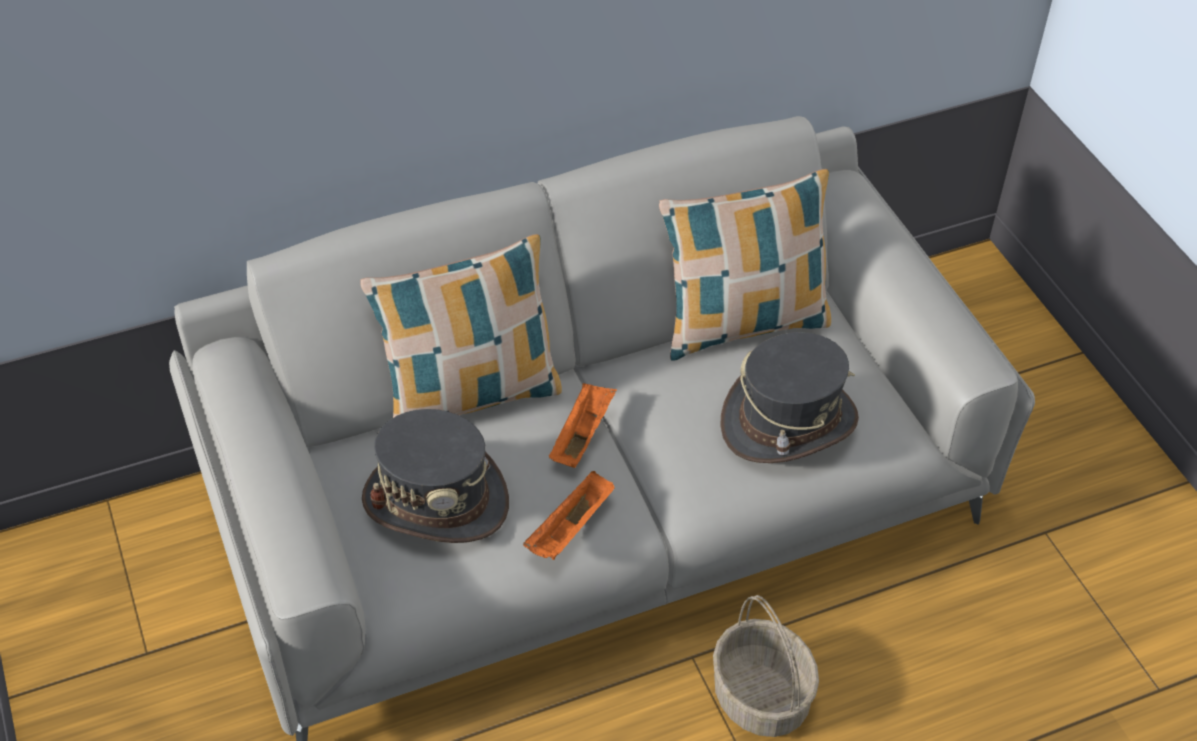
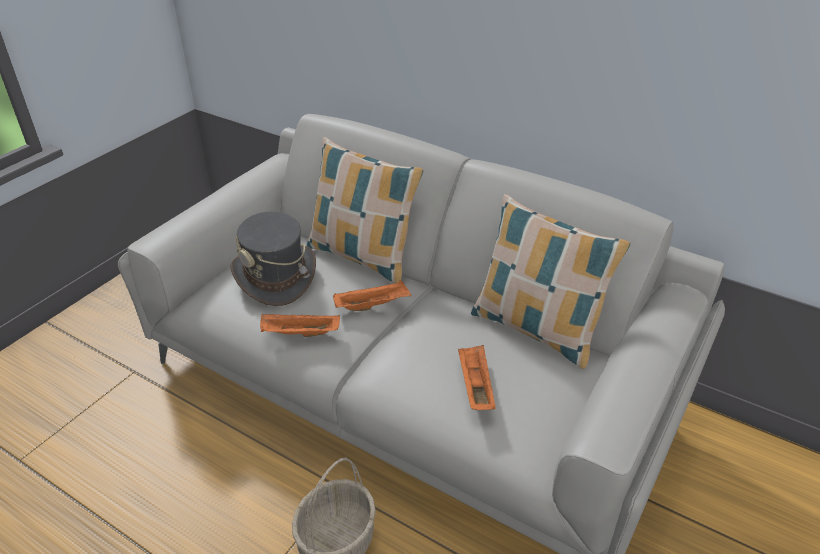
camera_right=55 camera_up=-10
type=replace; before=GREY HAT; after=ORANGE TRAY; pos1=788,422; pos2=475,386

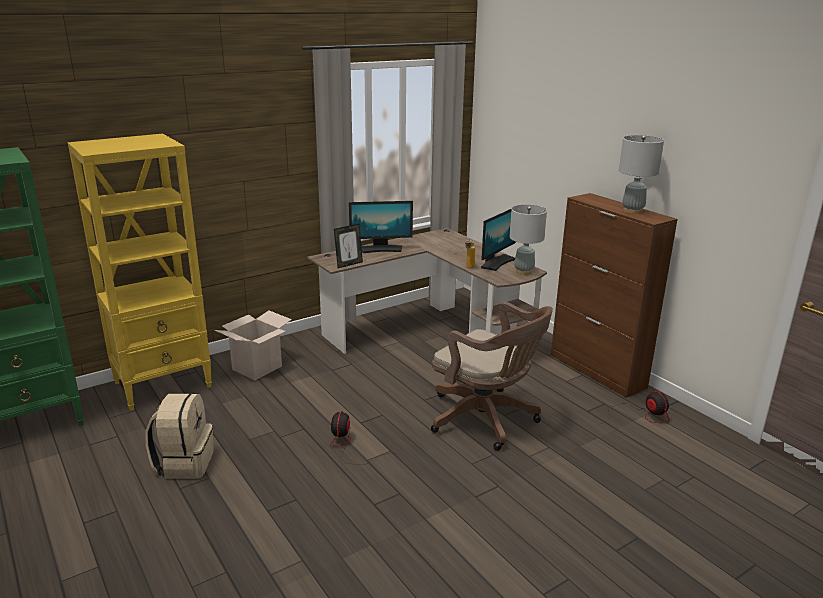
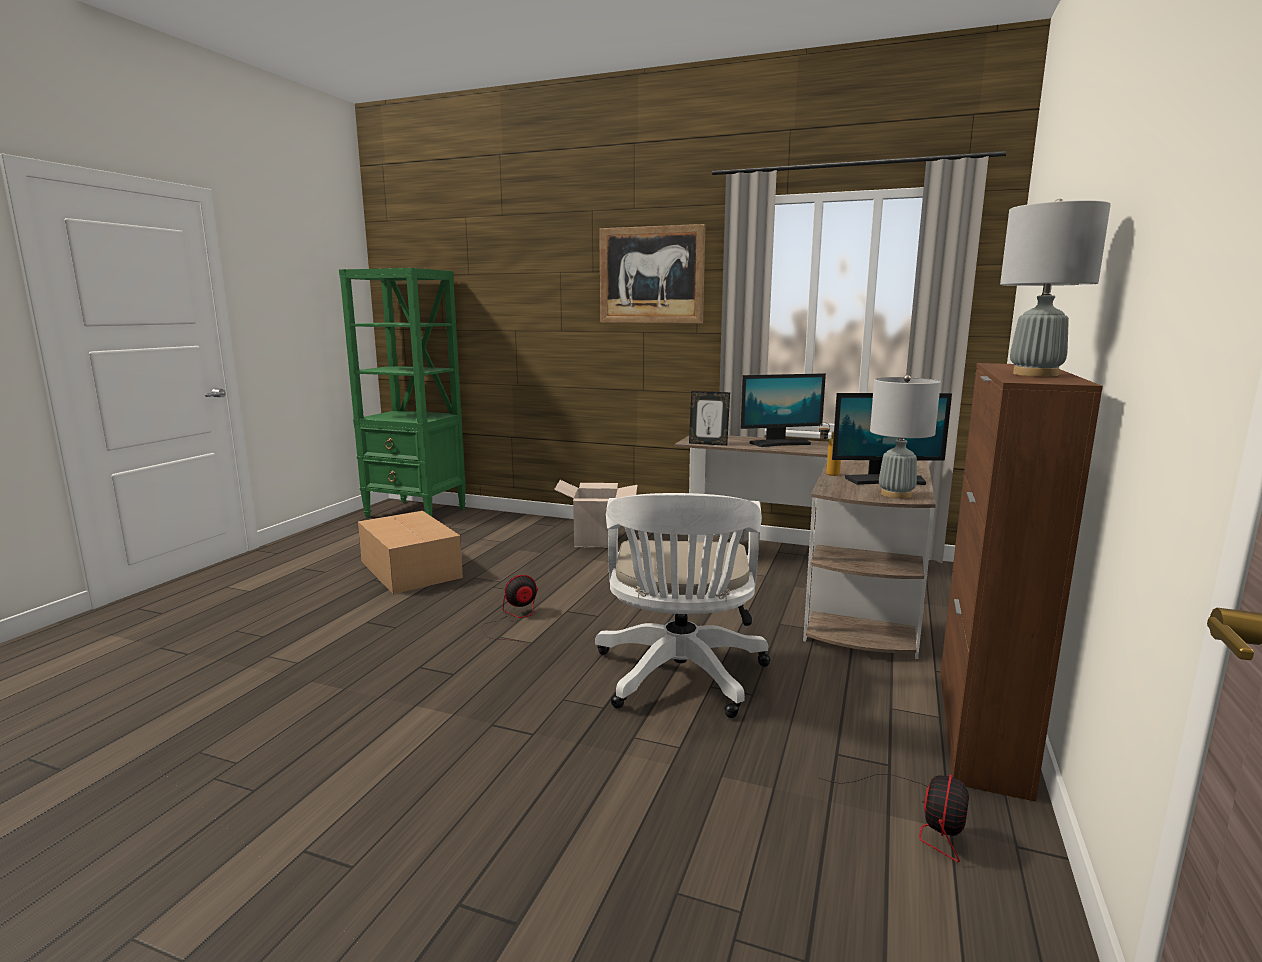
camera_right=55 camera_up=-10
type=delete; before=YELLOW BOOKCASE; pos1=164,384
type=insert; after=PICTURE; pos2=651,275
type=replace; before=BEIGE BACKPACK; after=CARDBOARD BOX; pos1=184,463; pos2=410,569
type=recolor; before=BROWN OFFICE CHAIR; after=WHITE OFFICE CHAIR; pos1=487,420; pos2=680,678
type=rotate; before=MONITOR; pos1=381,249; pos2=780,443; turn=-60

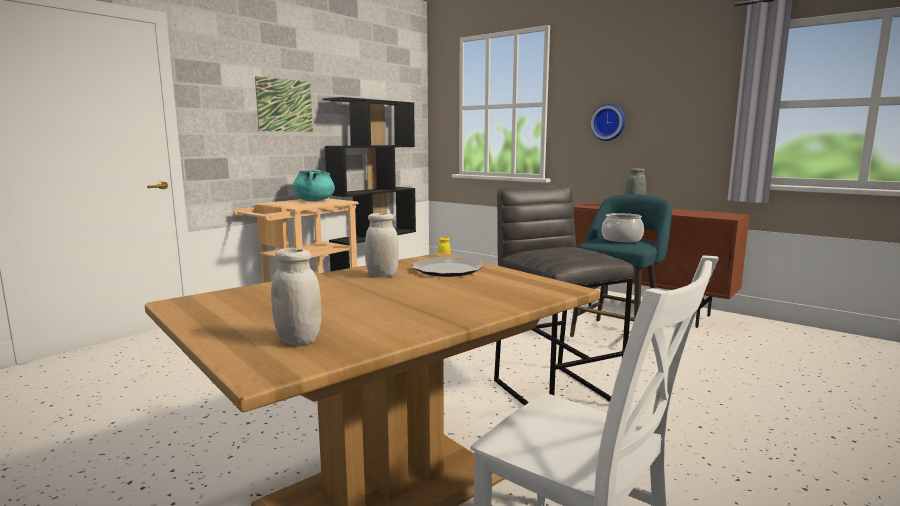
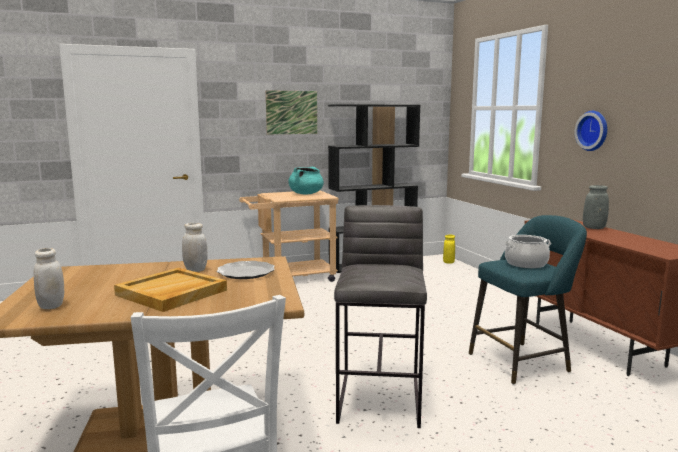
camera_right=30 camera_up=0
type=insert; after=BEIGE TRAY; pos2=171,293

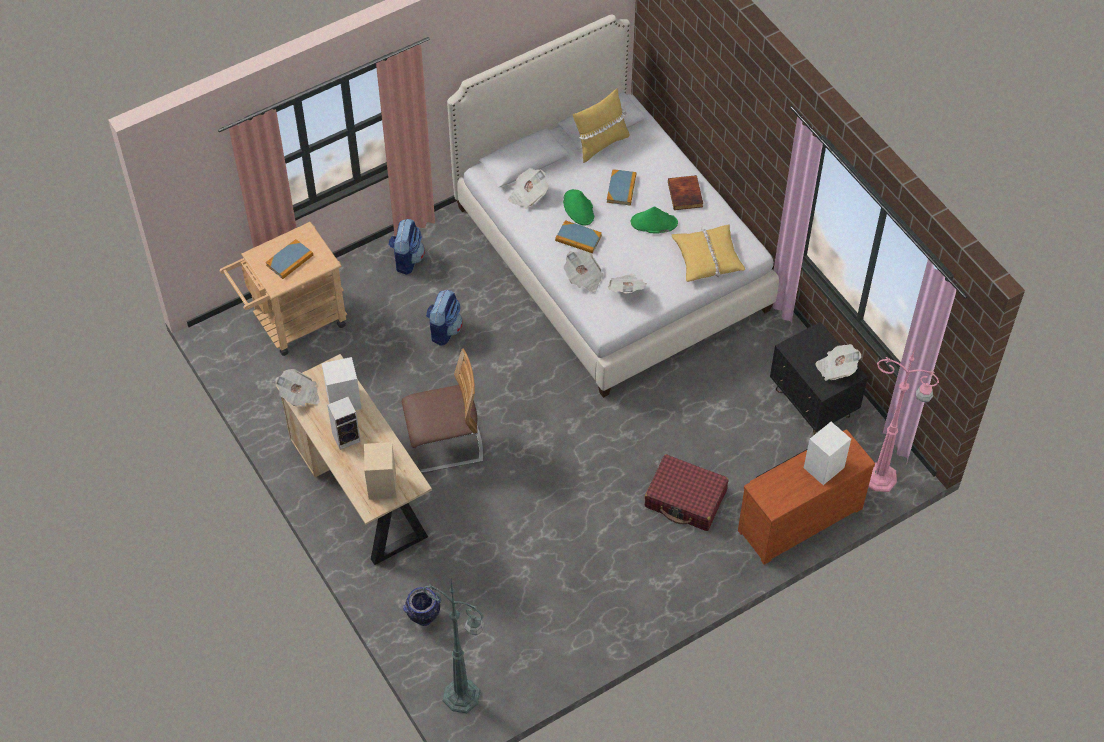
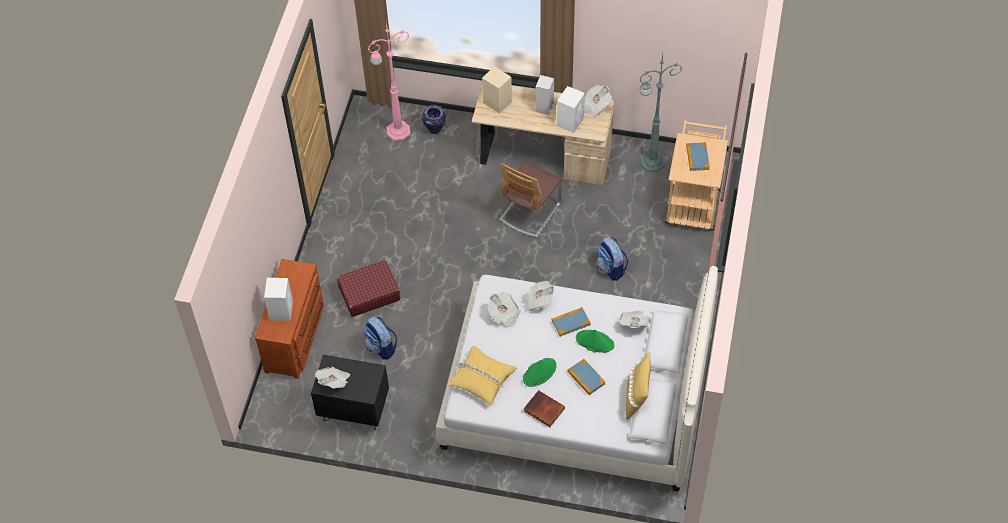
camera_right=135 camera_up=0
type=move; before=BACKPACK; pos1=407,259; pos2=381,347
type=move; before=GREEN FLOOR LAMP; pos1=463,697; pos2=651,162
type=move; before=PINK FLOOR LAMP; pos1=881,478; pos2=397,131

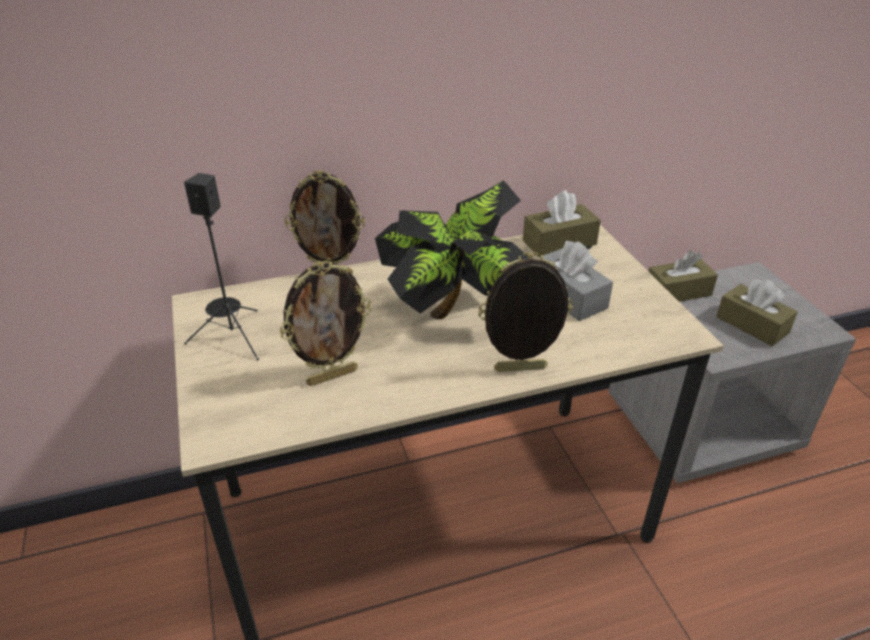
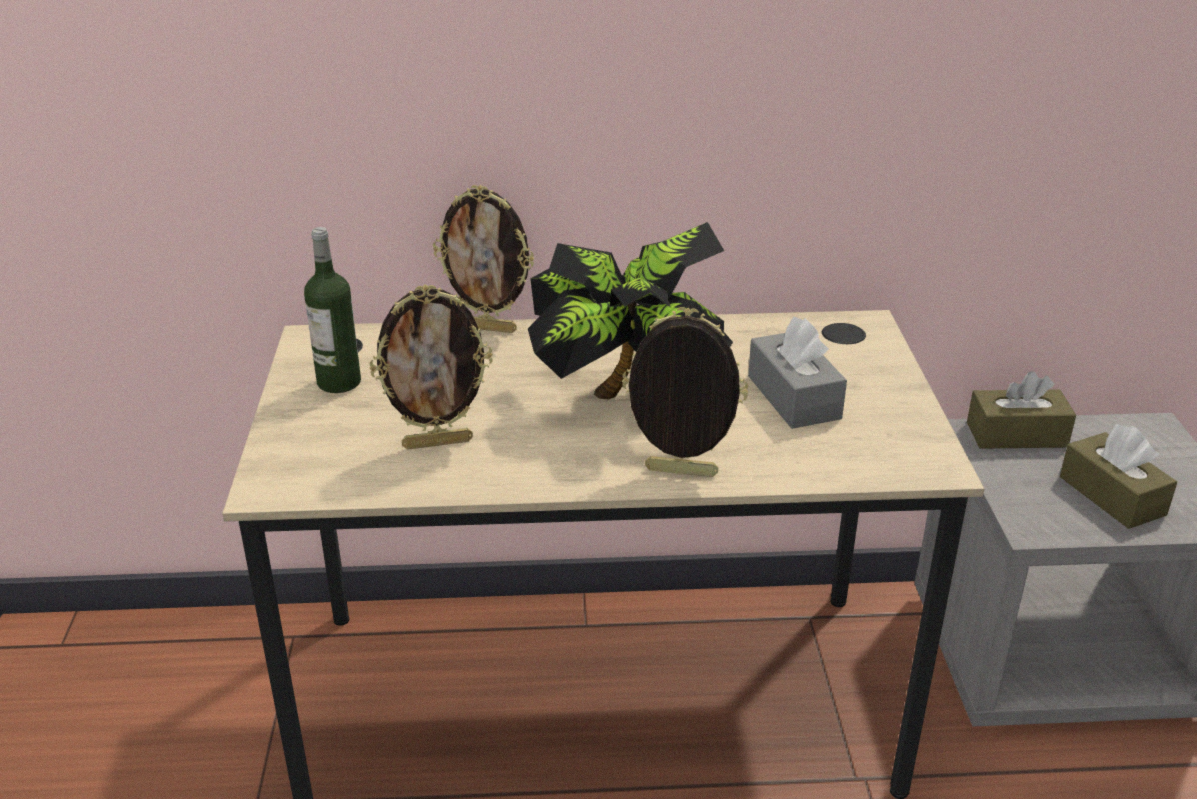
camera_right=15 camera_up=-5
type=delete; before=BROWN TISSUE BOX; pos1=559,243
type=replace; before=BLACK SPEAKER; after=BOTTLE; pos1=234,337; pos2=339,382

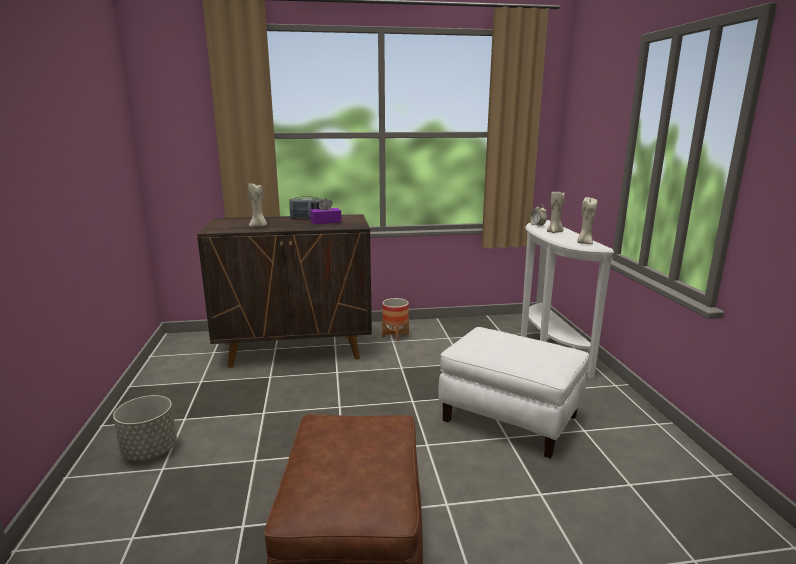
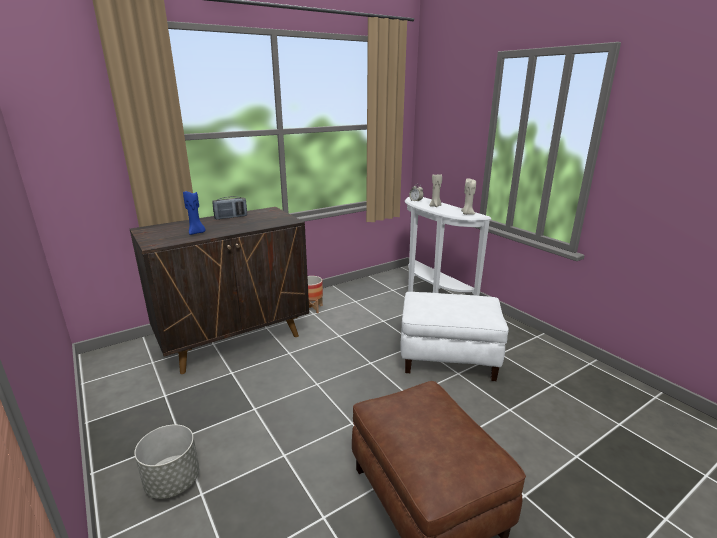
camera_right=-25 camera_up=5
type=delete; before=PURPLE TISSUE BOX; pos1=326,222
type=recolor; before=BEIGE CANDLE; after=BLUE CANDLE; pos1=259,226; pos2=196,233

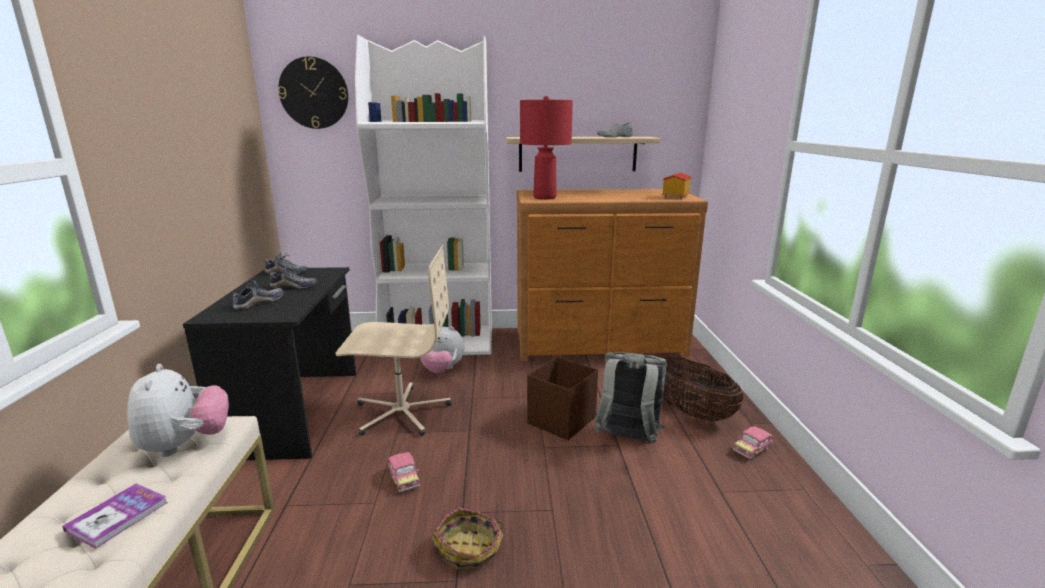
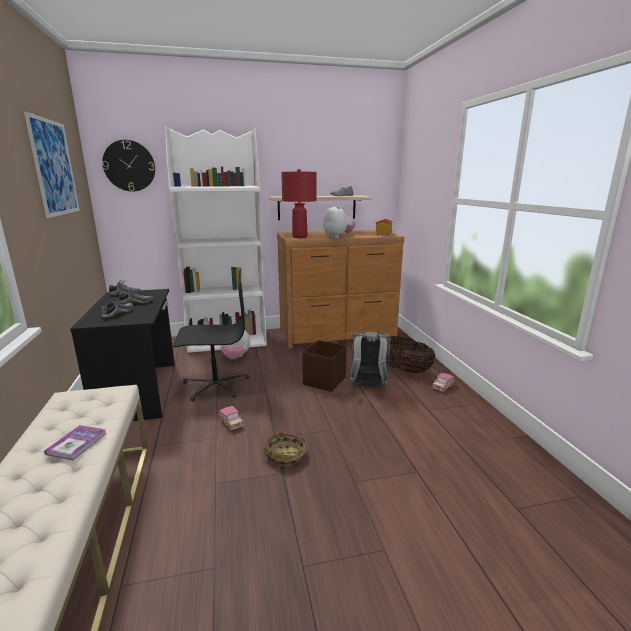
camera_right=-10 camera_up=0
type=insert; after=PICTURE; pos2=54,168
type=move; before=PLUSH TOY; pos1=185,445; pos2=338,237
type=recolor; before=BEIGE OFFICE CHAIR; after=BLACK OFFICE CHAIR; pos1=401,412; pos2=215,385

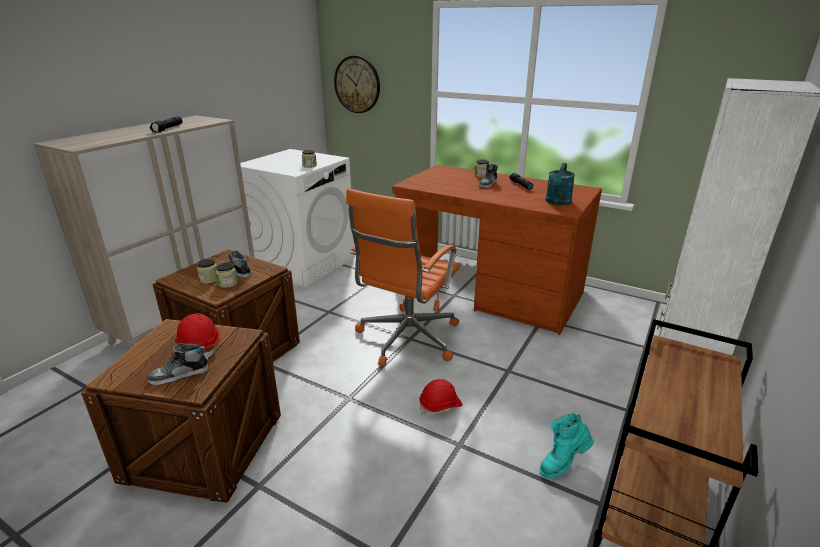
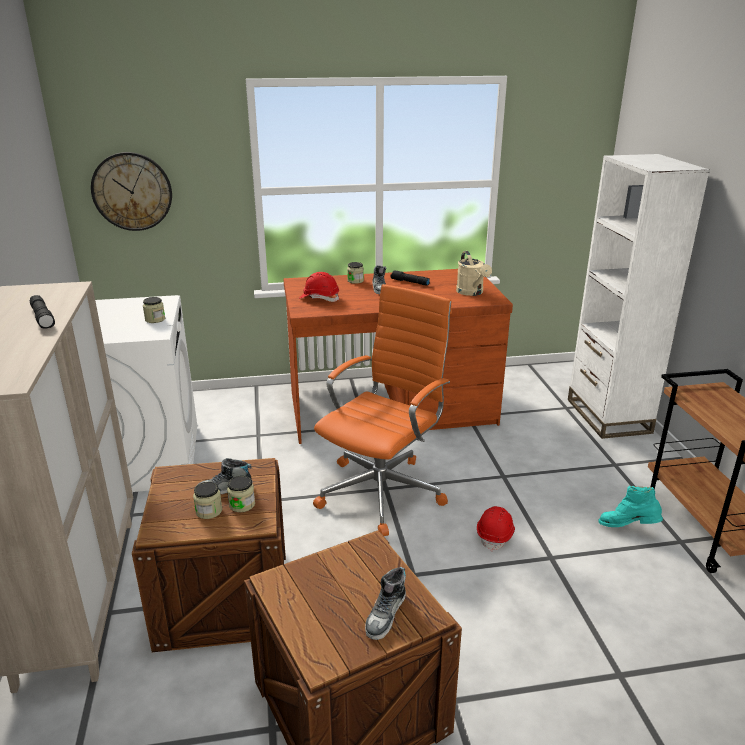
camera_right=-40 camera_up=0
type=move; before=RED HARD HAT; pos1=200,346; pos2=319,298
type=recolor; before=TURQUOISE WATERING CAN; after=BEIGE WATERING CAN; pos1=557,202; pos2=472,293
type=rotate; before=ORANGE OFFICE CHAIR; pos1=406,339; pos2=383,490; turn=-135
type=rotate; before=TURQUOISE BOOT; pos1=563,463; pos2=627,528; turn=90

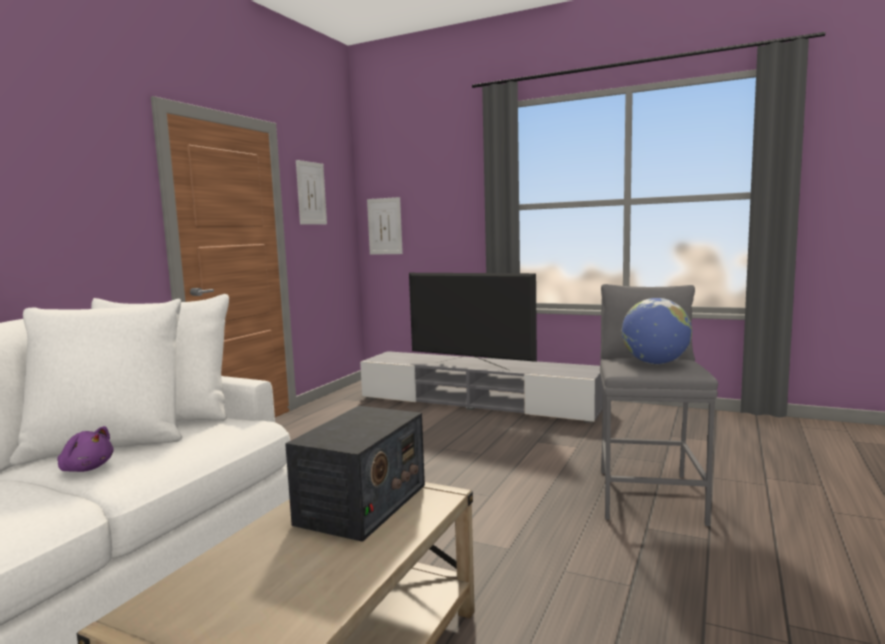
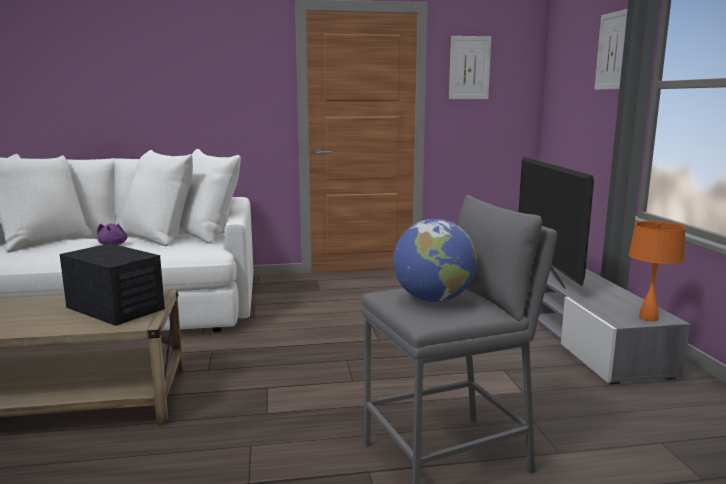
camera_right=55 camera_up=5
type=insert; after=ORANGE TABLE LAMP; pos2=648,318
type=move; before=PICTURE; pos1=385,226; pos2=612,51
type=rotate; before=RADIO; pos1=362,504; pos2=115,308; turn=-135

